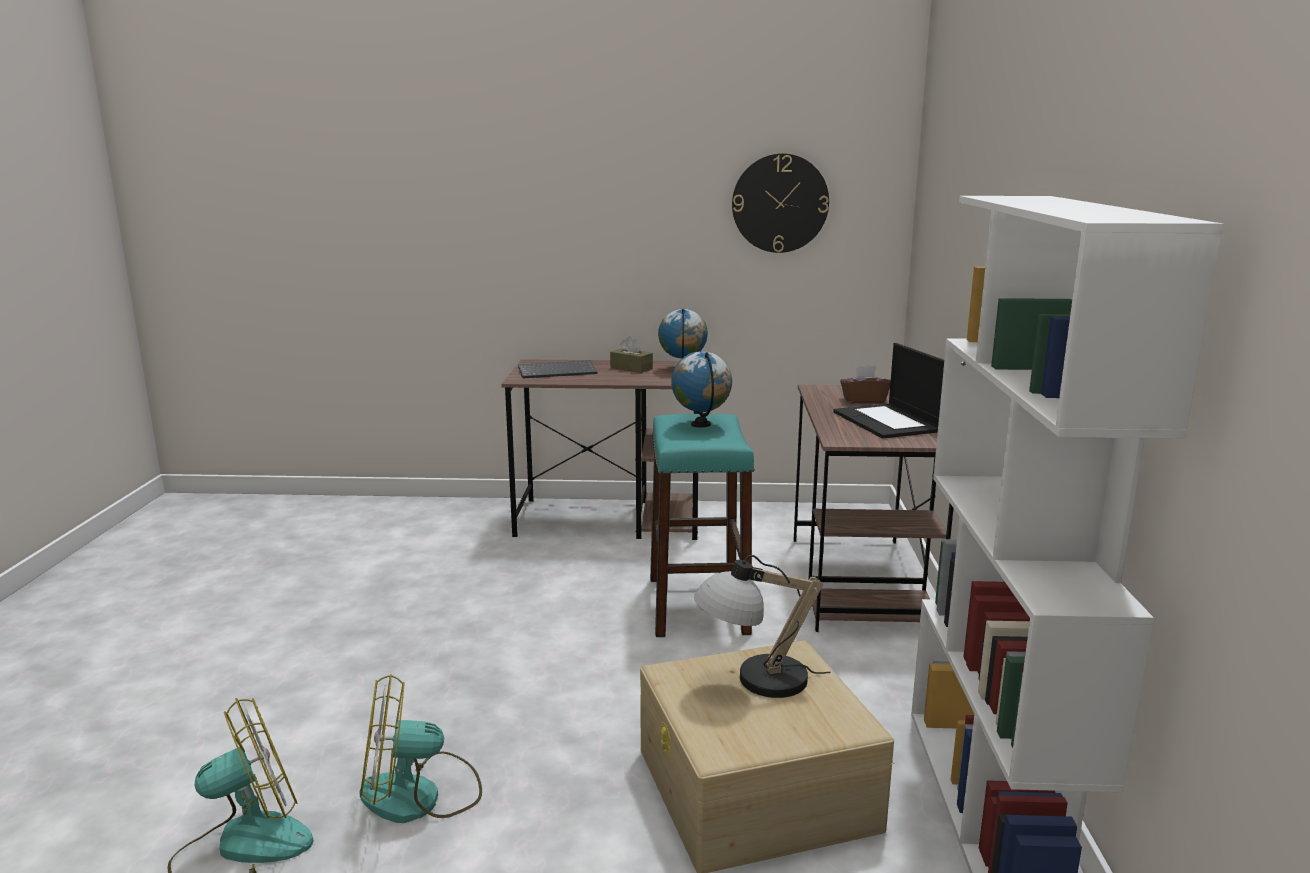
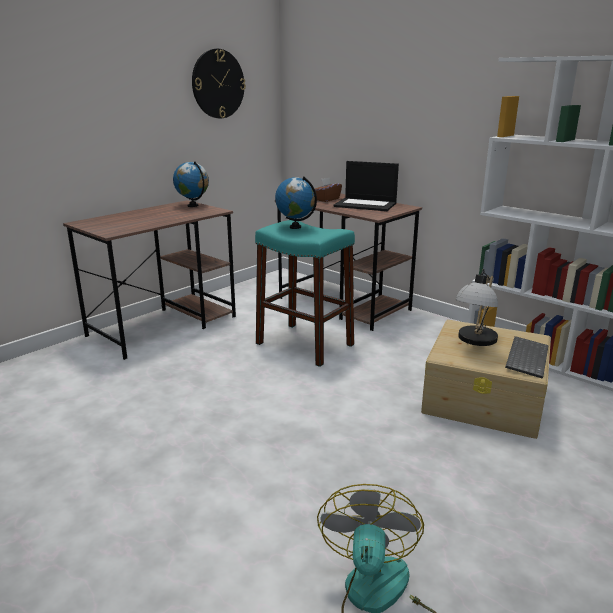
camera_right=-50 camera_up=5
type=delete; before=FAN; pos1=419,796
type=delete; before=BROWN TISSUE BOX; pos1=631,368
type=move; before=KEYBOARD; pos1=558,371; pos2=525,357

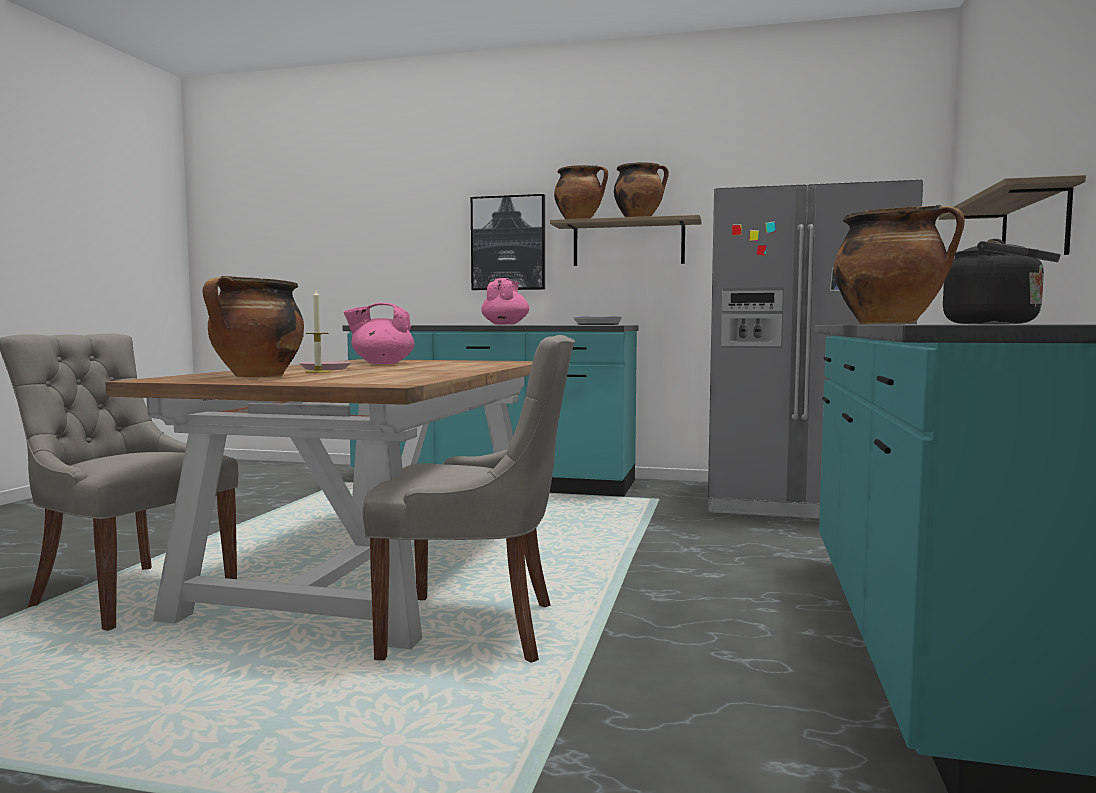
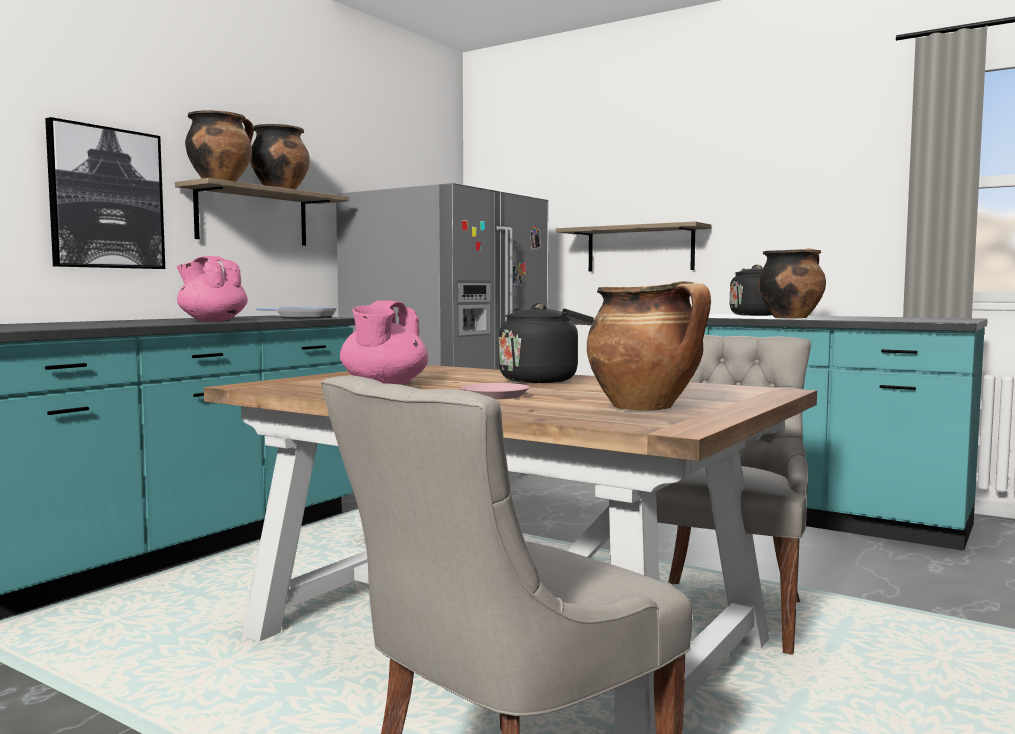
camera_right=-70 camera_up=0
type=delete; before=CANDLE; pos1=318,372
type=insert; after=BLACK KETTLE; pos2=541,380

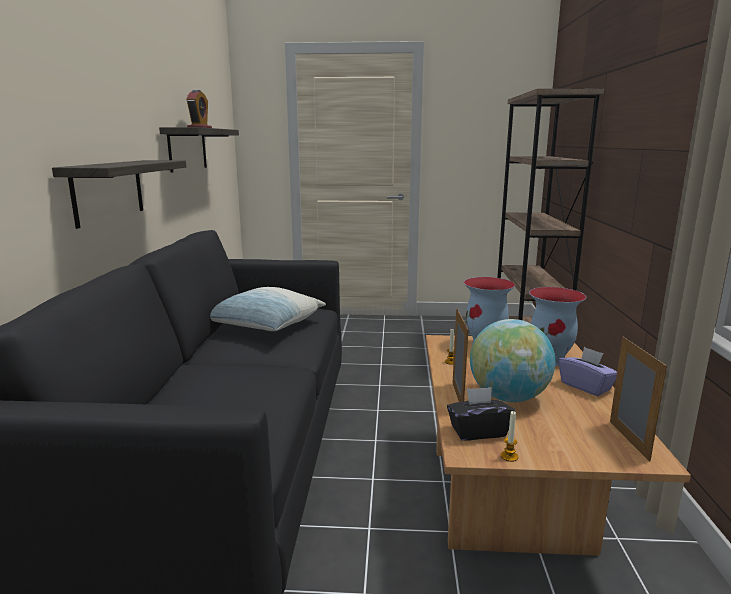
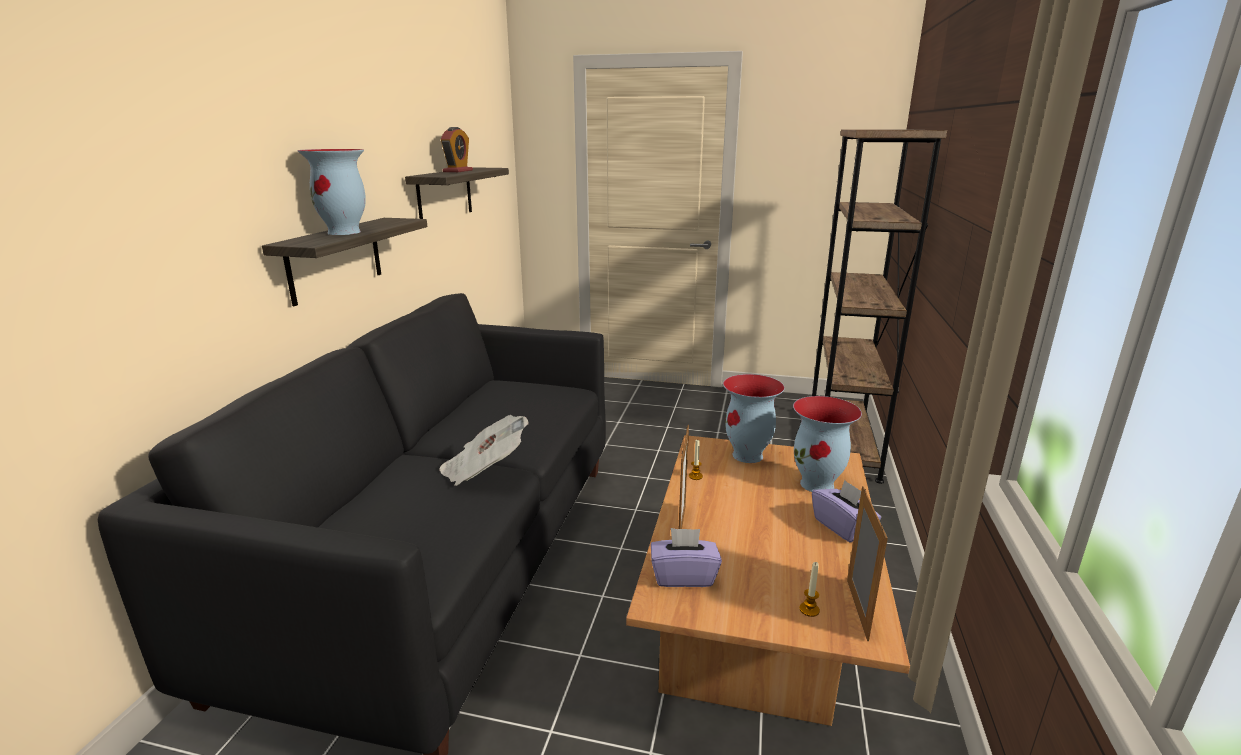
camera_right=10 camera_up=5
type=delete; before=PILLOW; pos1=265,326
type=delete; before=GLOBE; pos1=508,397
type=insert; after=VASE; pos2=345,232
type=insert; after=NEWSPAPER; pos2=484,470
type=move; before=CANDLE; pos1=509,456; pos2=809,610
type=recolor; before=BLACK TISSUE BOX; after=PURPLE TISSUE BOX; pos1=478,431; pos2=683,576

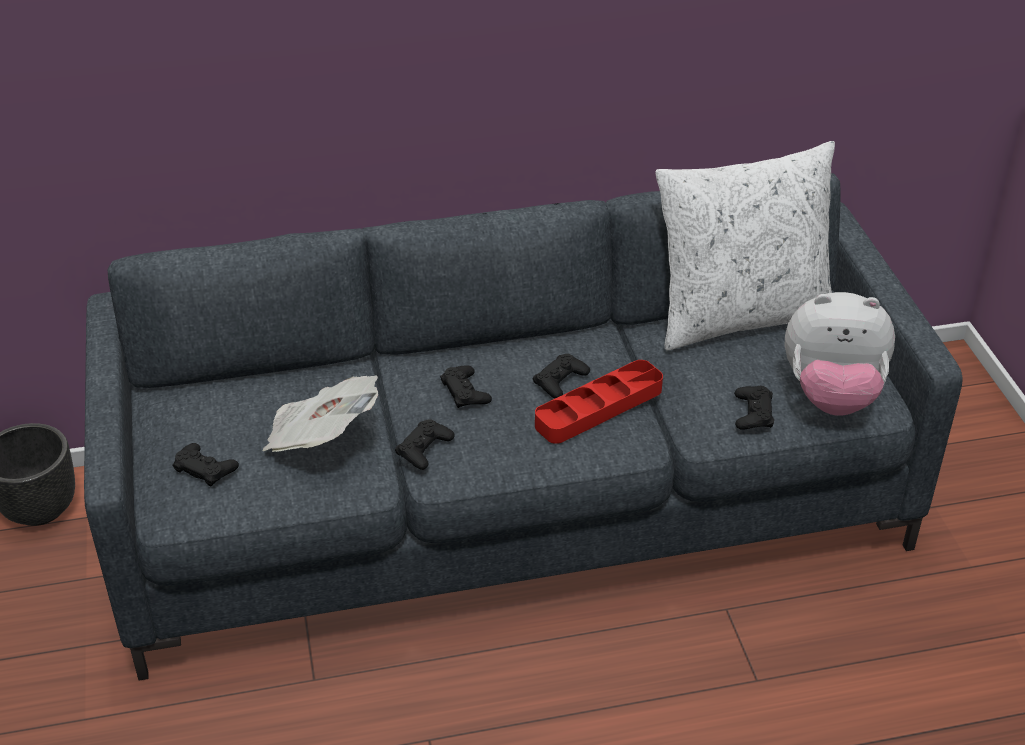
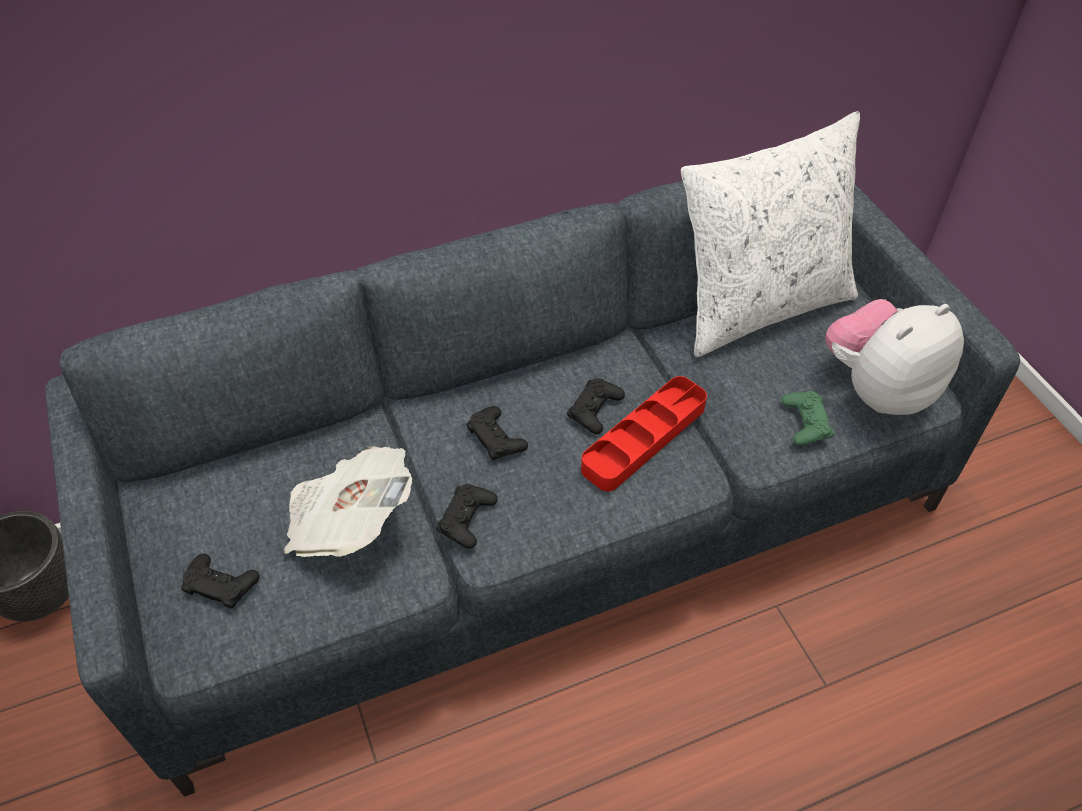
camera_right=-10 camera_up=10
type=recolor; before=BLACK GAME CONTROLLER; after=GREEN GAME CONTROLLER; pos1=753,413; pos2=805,422
type=rotate; before=PLUSH TOY; pos1=831,396; pos2=878,389; turn=150

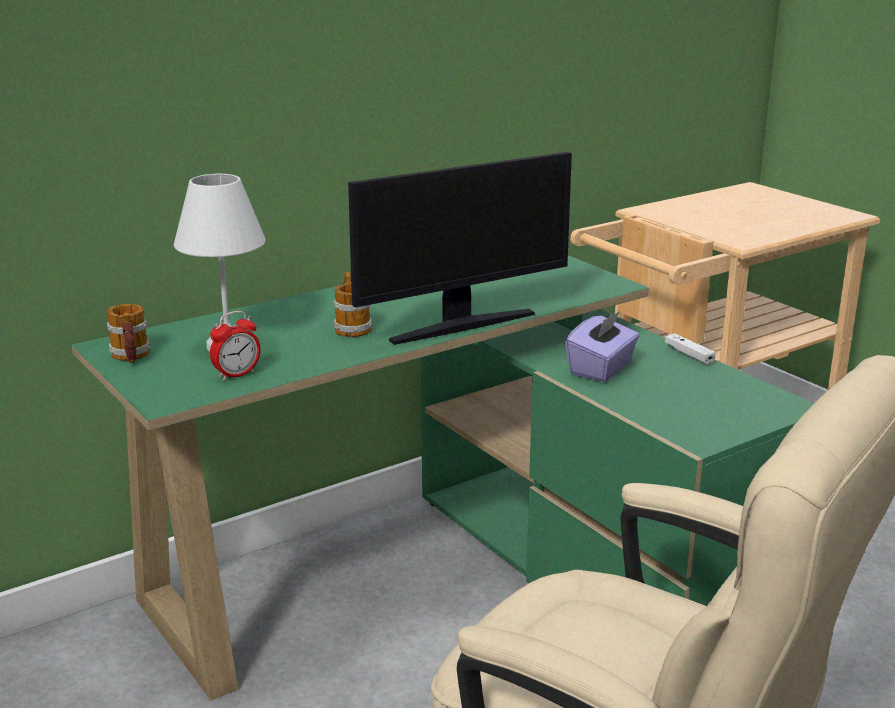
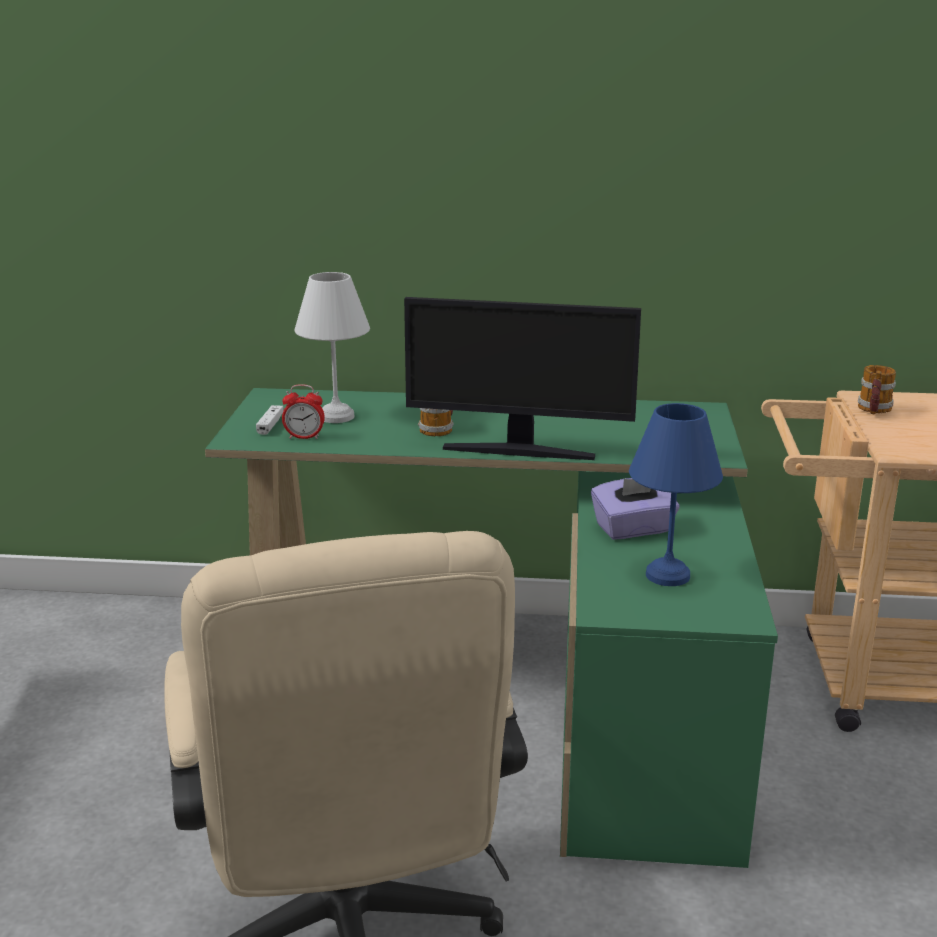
camera_right=40 camera_up=0
type=insert; after=BLUE TABLE LAMP; pos2=666,576
type=move; before=MUG; pos1=130,357; pos2=874,410
type=move; before=WHITE GAME CONTROLLER; pos1=689,355; pos2=270,425

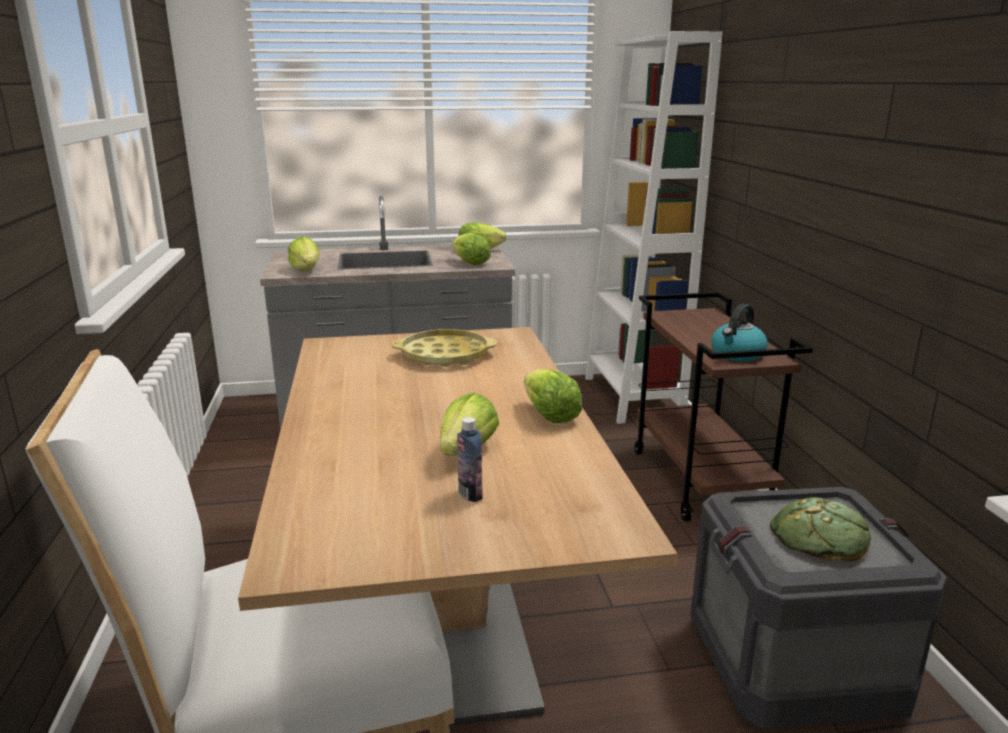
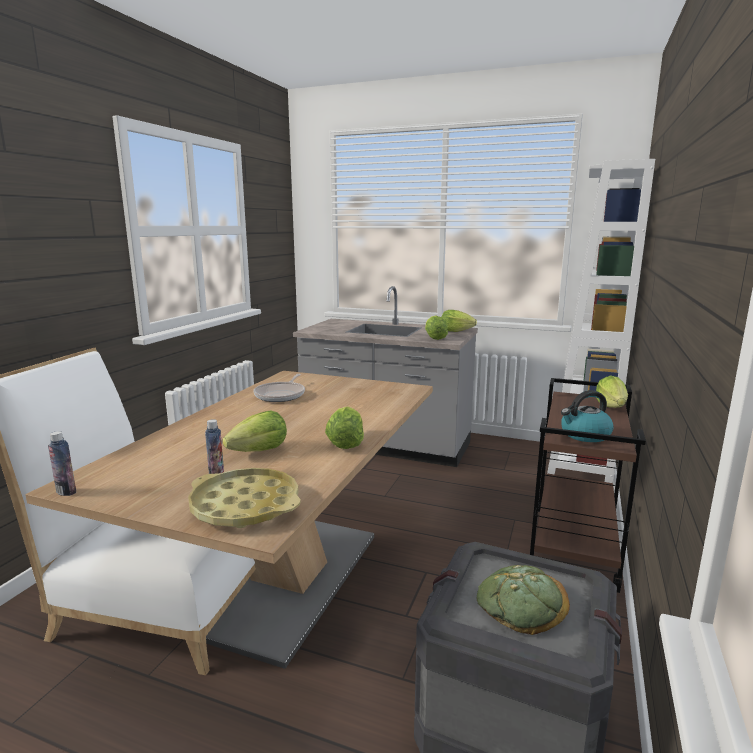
camera_right=30 camera_up=-5
type=insert; after=BOTTLE; pos2=66,491
type=insert; after=FRYING PAN; pos2=281,395
type=move; before=LETTUCE; pos1=306,270; pos2=611,407
type=move; before=YELLOW TRAY; pos1=445,355; pos2=245,505

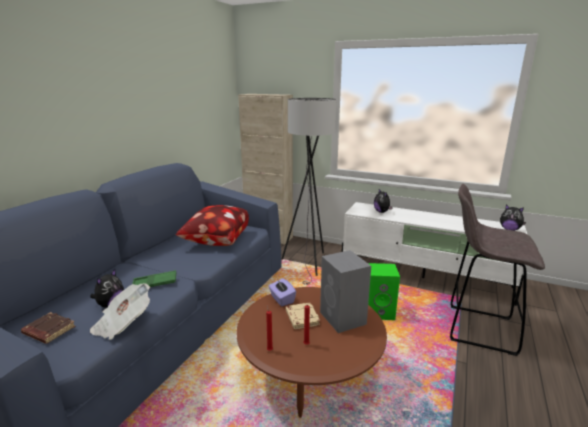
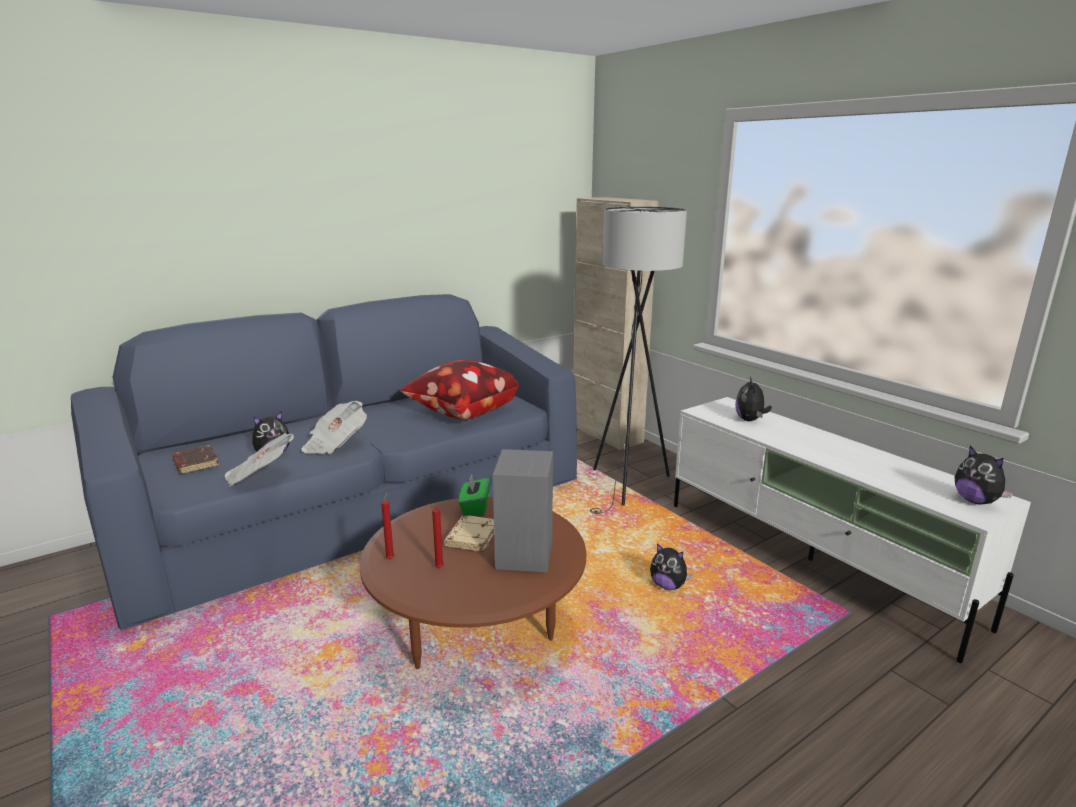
camera_right=30 camera_up=0
type=delete; before=GREY STOOL; pos1=478,328
type=replace; before=GREEN TRAY; after=NEWSPAPER; pos1=154,283; pos2=335,444
type=replace; before=GREEN SPEAKER; after=PLUSH TOY; pos1=379,312; pos2=668,586
type=recolor; before=PURPLE TISSUE BOX; after=GREEN TISSUE BOX; pos1=282,299; pos2=475,507

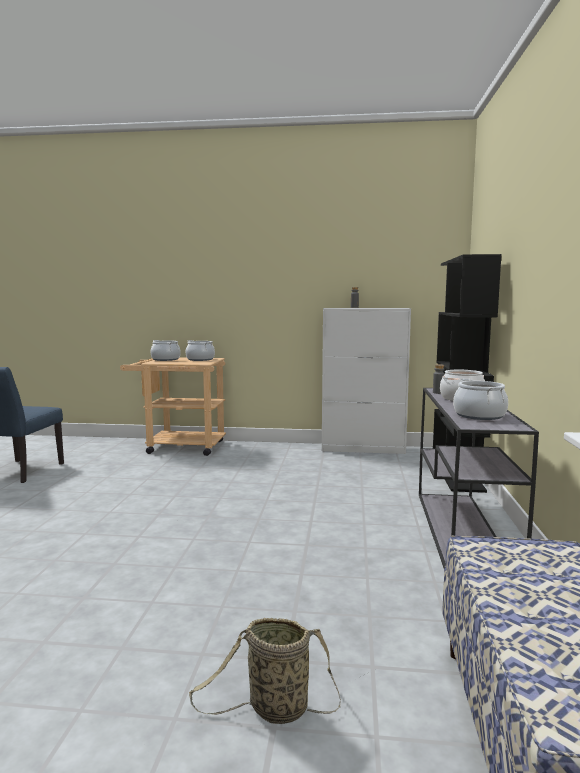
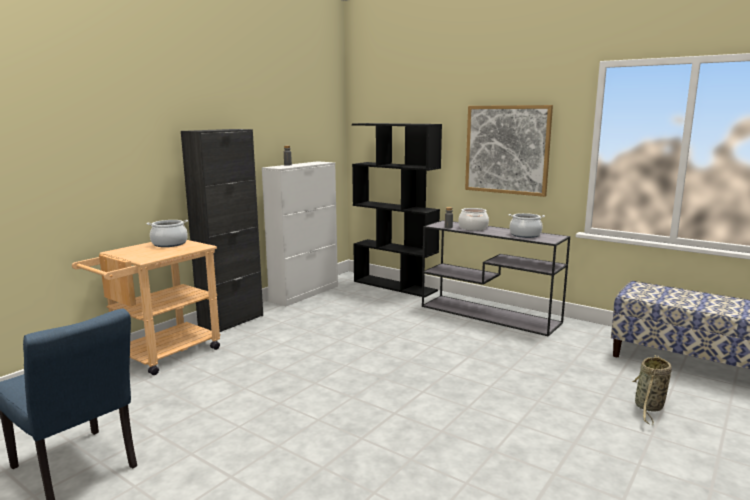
camera_right=-60 camera_up=5
type=delete; before=COOKING POT; pos1=166,359
type=insert; after=BLACK CABINET; pos2=231,322
type=insert; after=PICTURE; pos2=507,149

